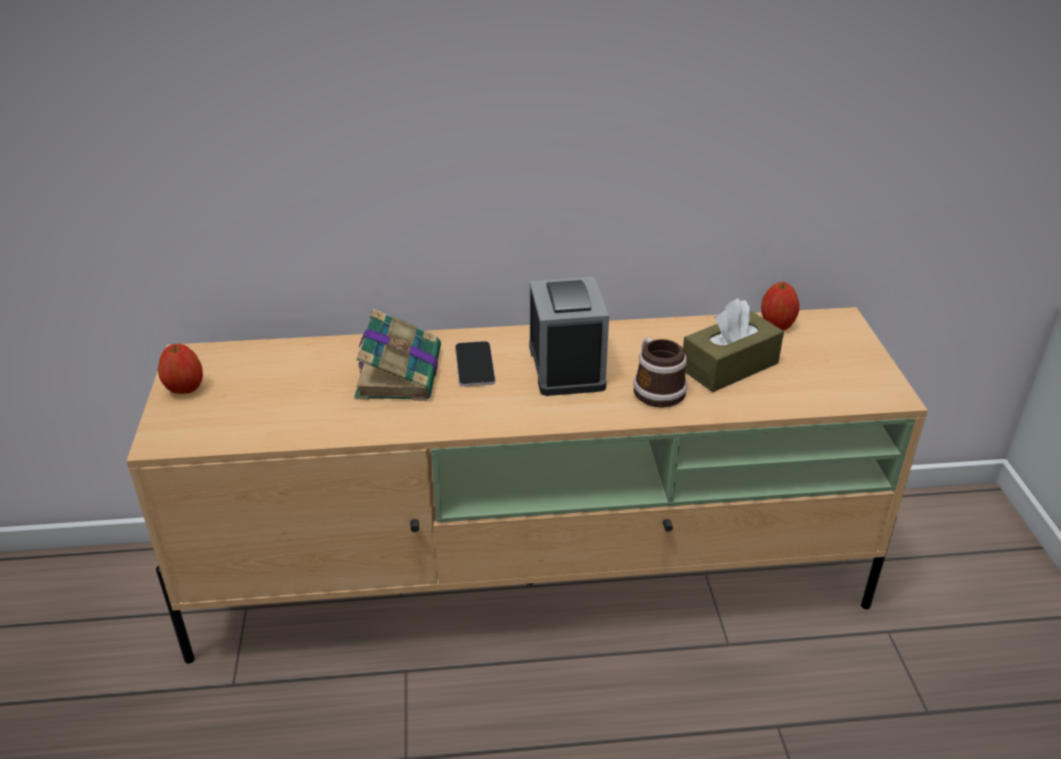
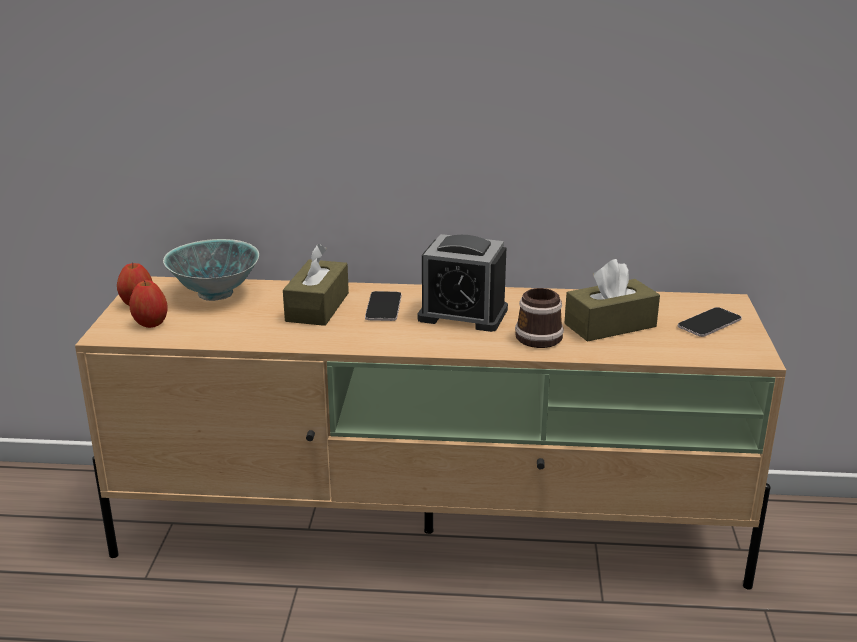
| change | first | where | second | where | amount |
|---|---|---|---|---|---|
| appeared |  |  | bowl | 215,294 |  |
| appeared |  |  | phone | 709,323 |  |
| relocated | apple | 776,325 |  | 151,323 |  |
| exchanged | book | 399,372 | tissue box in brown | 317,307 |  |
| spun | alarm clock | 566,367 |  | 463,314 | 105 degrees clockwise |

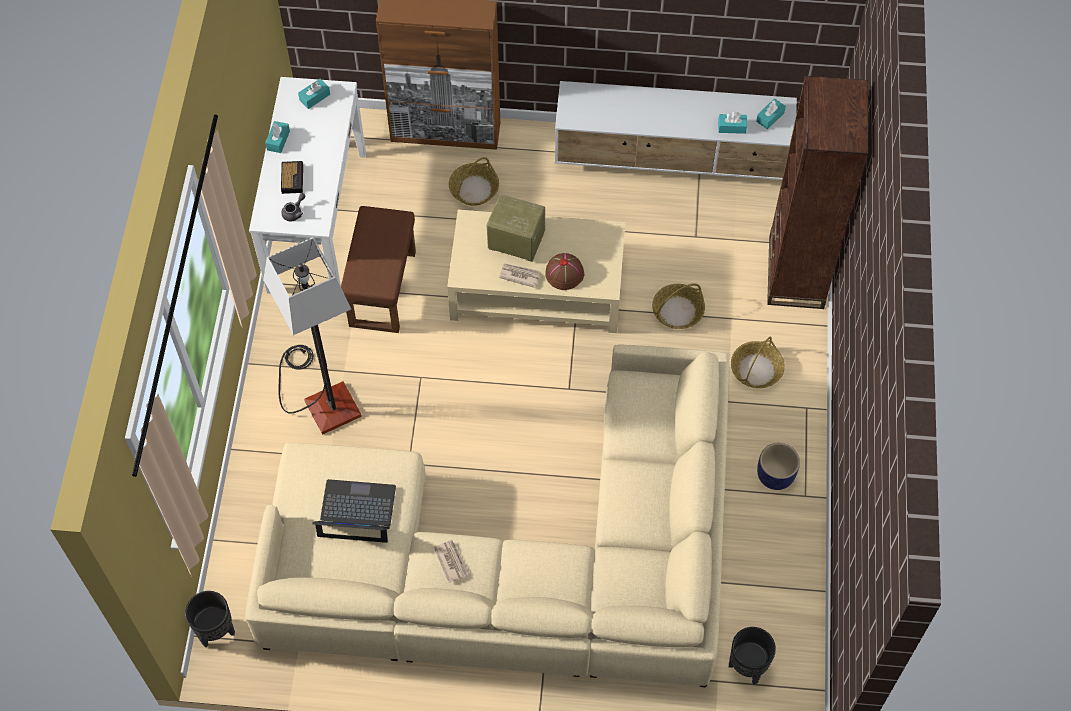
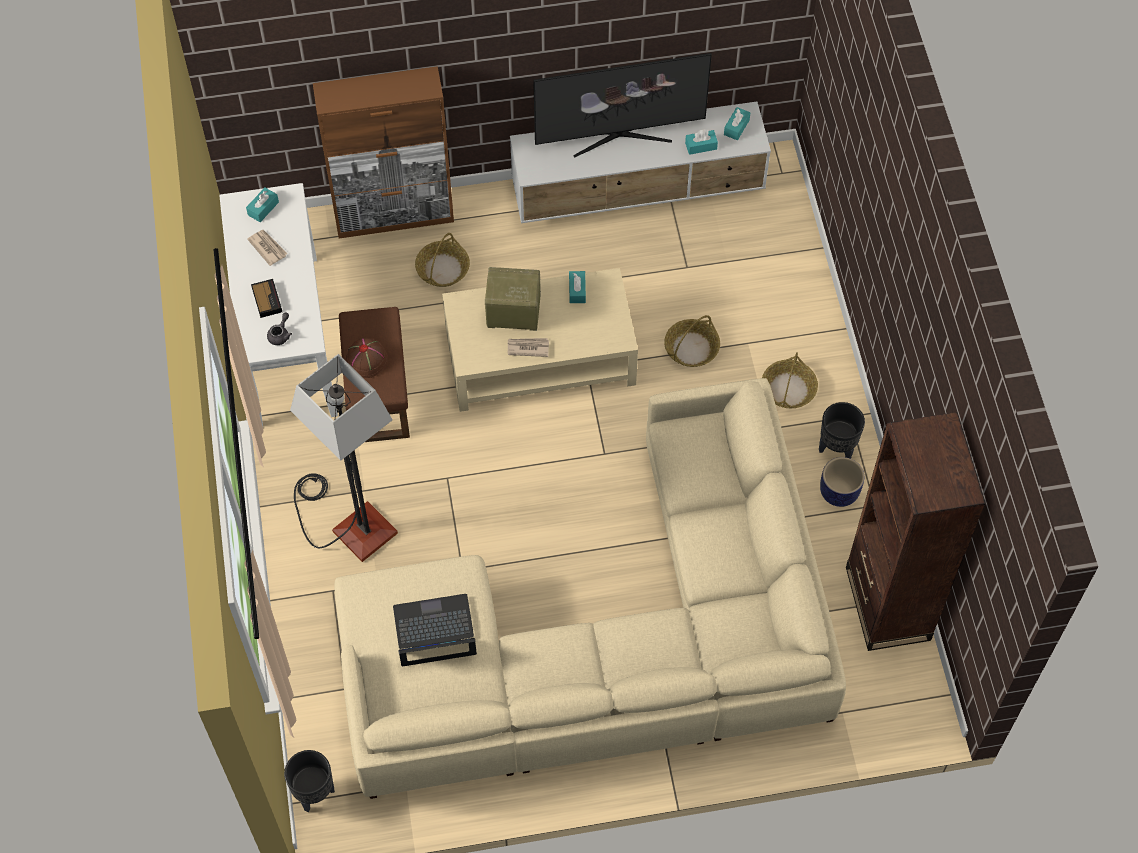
| change | first | where | second | where | amount |
|---|---|---|---|---|---|
| appeared |  |  | television | 619,136 |  |
| relocated | tissue box in turquoise | 278,140 |  | 577,290 |  |
| relocated | newspaper | 451,561 |  | 267,247 |  |
| relocated | hat in brown | 565,273 |  | 367,359 |  |
| relocated | planter in black | 747,668 |  | 837,449 |  |
| relocated | bookcase in brown | 795,272 |  | 887,603 |  |

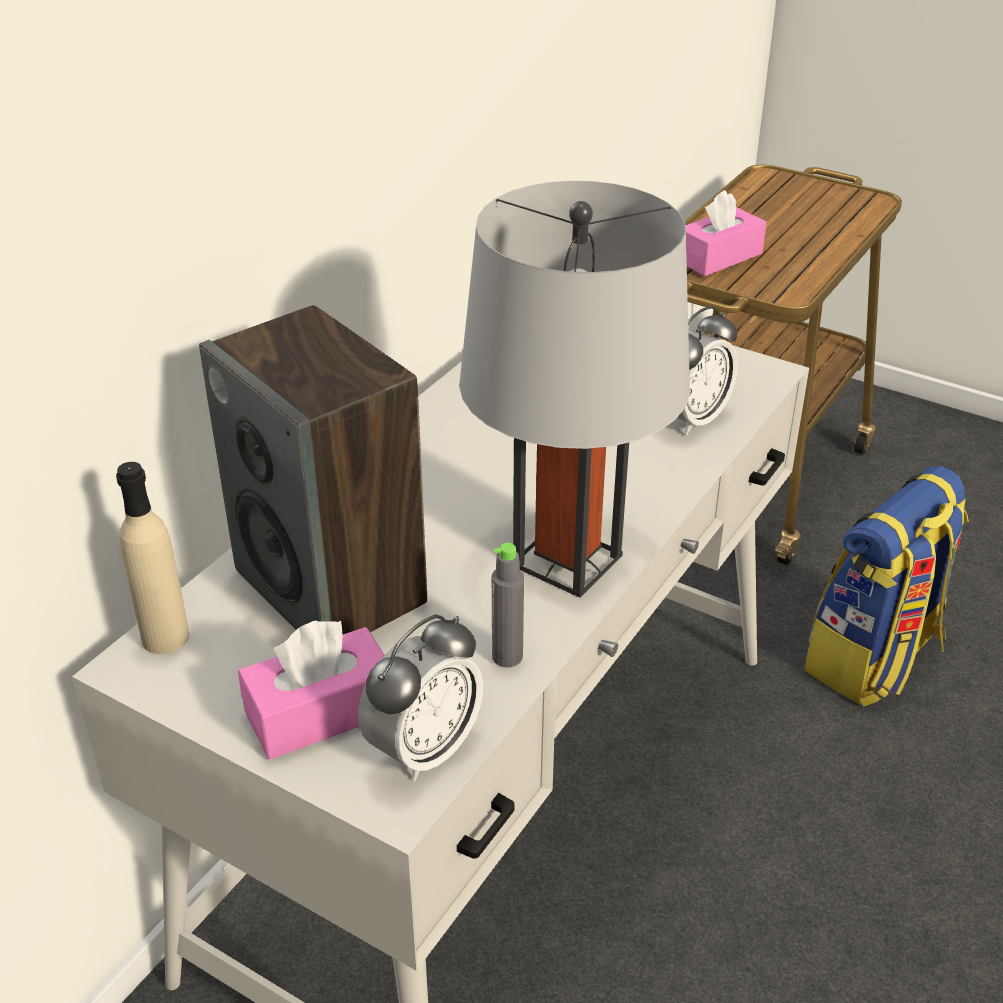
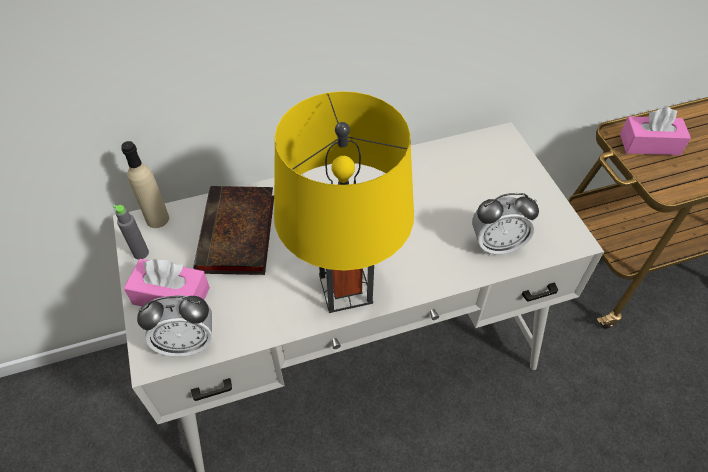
| change | first | where | second | where | amount |
|---|---|---|---|---|---|
| missing | backpack | 874,659 |  |  |  |
| relocated | bottle in grey | 507,656 |  | 141,253 |  |
| exchanged | speaker | 332,587 | book | 238,236 |  |
| colour | table lamp in grey | 567,560 | table lamp in yellow | 345,289 |  |

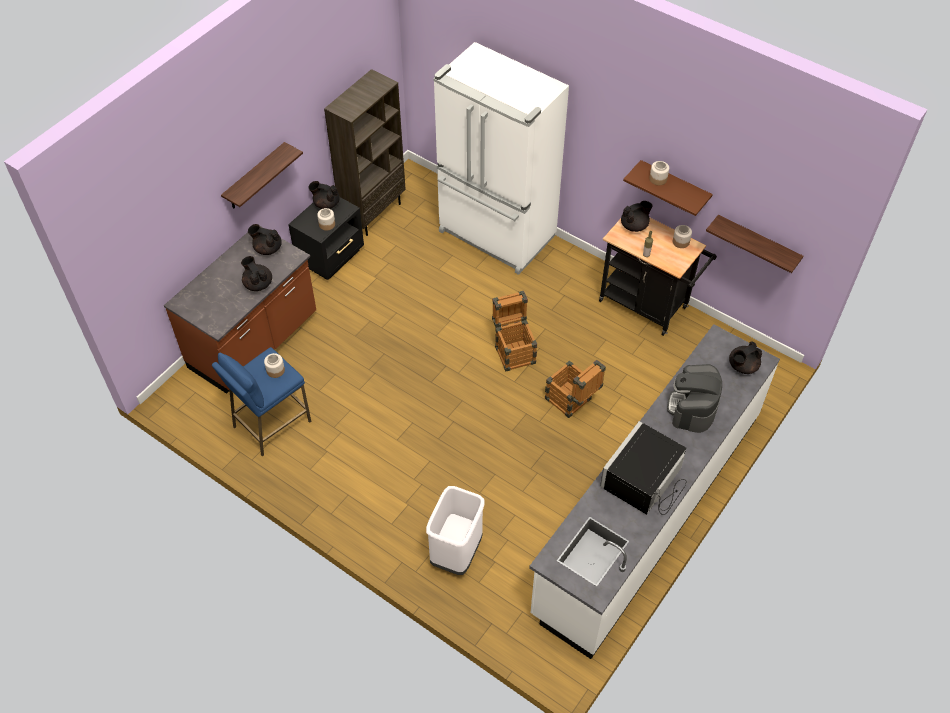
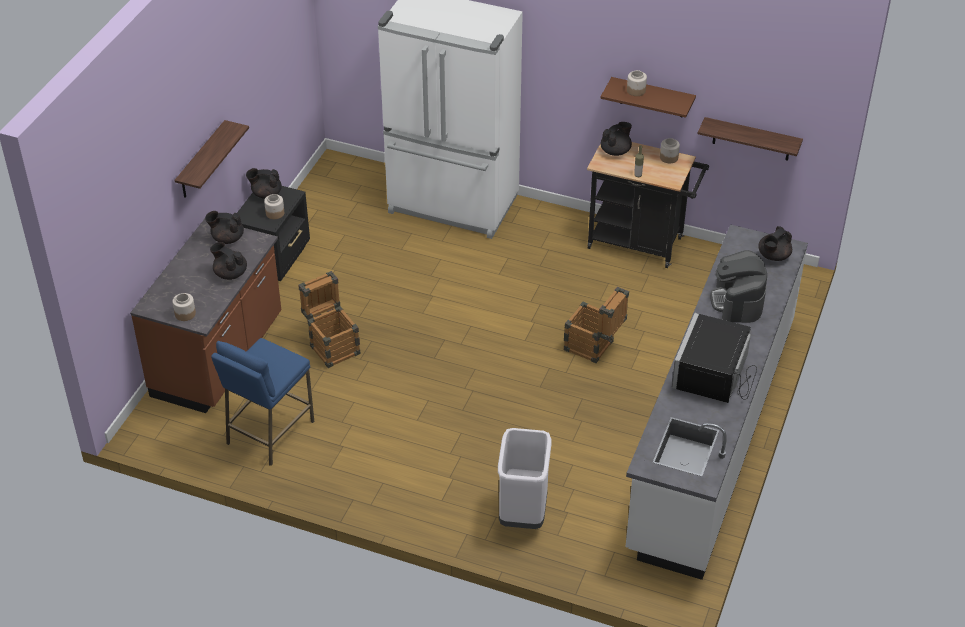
| change | first | where | second | where | amount |
|---|---|---|---|---|---|
| missing | bookcase in brown | 373,213 |  |  |  |
| relocated | jar | 275,370 |  | 185,314 |  |
| relocated | crate | 513,350 |  | 332,346 |  |

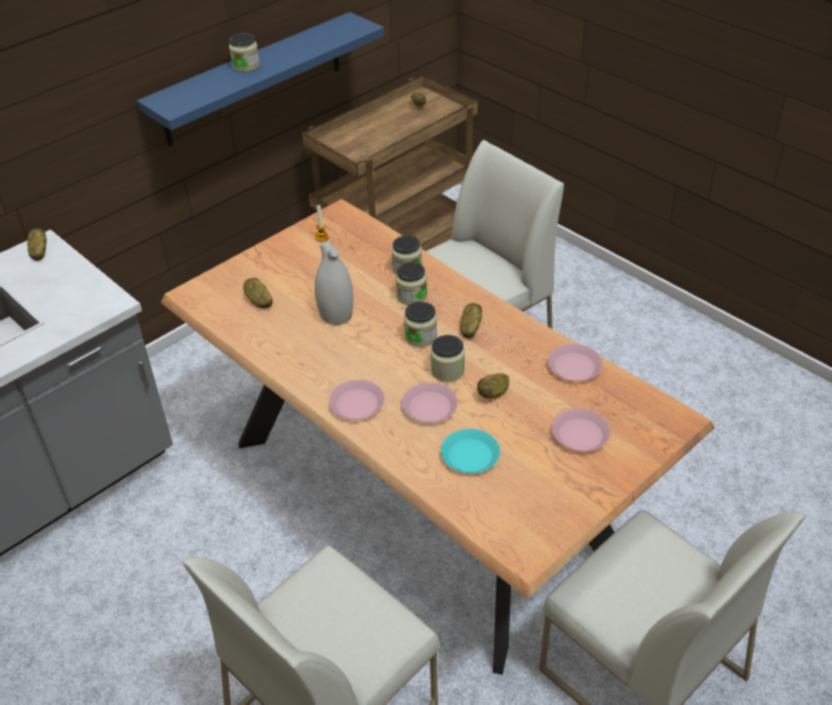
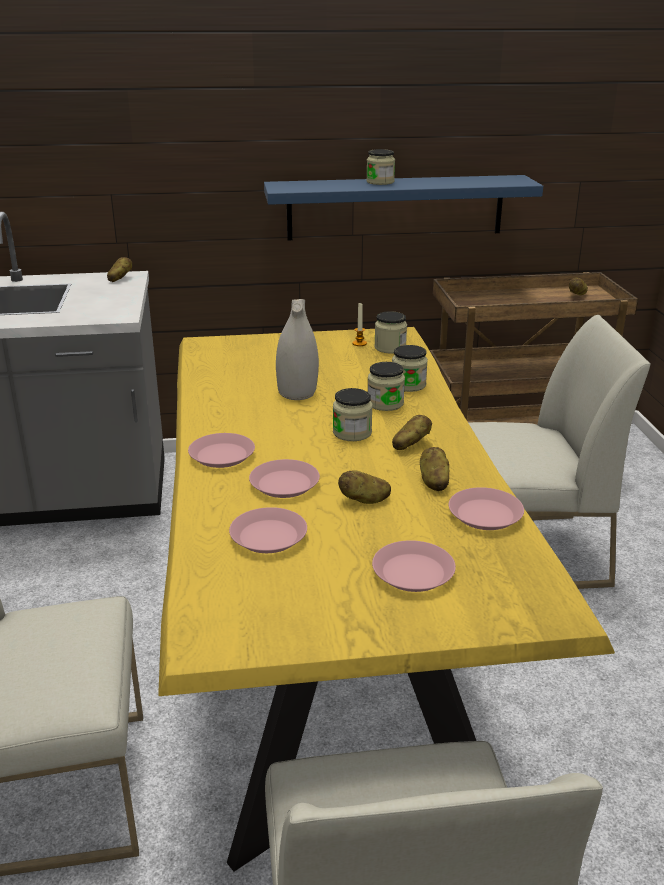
| change | first | where | second | where | amount |
|---|---|---|---|---|---|
| relocated | potato | 258,301 |  | 433,481 |  |
| relocated | jar | 447,371 |  | 390,348 |  |
| colour | dining table in brown | 420,496 | dining table in yellow | 331,653 |  |
| colour | plate in turquoise | 470,455 | plate in pink | 268,536 |  |

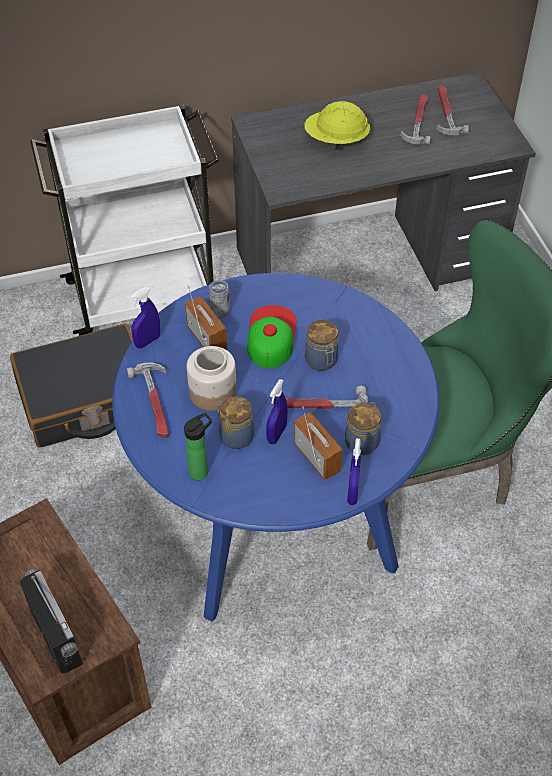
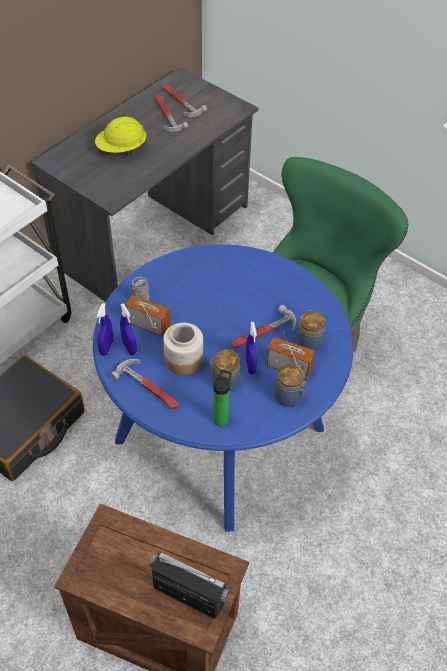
| change | first | where | second | where | amount |
|---|---|---|---|---|---|
| missing | cap | 271,336 |  |  |  |
| relocated | jar | 321,361 |  | 289,397 |  |
| relocated | spray bottle in blue | 352,493 |  | 129,347 |  |

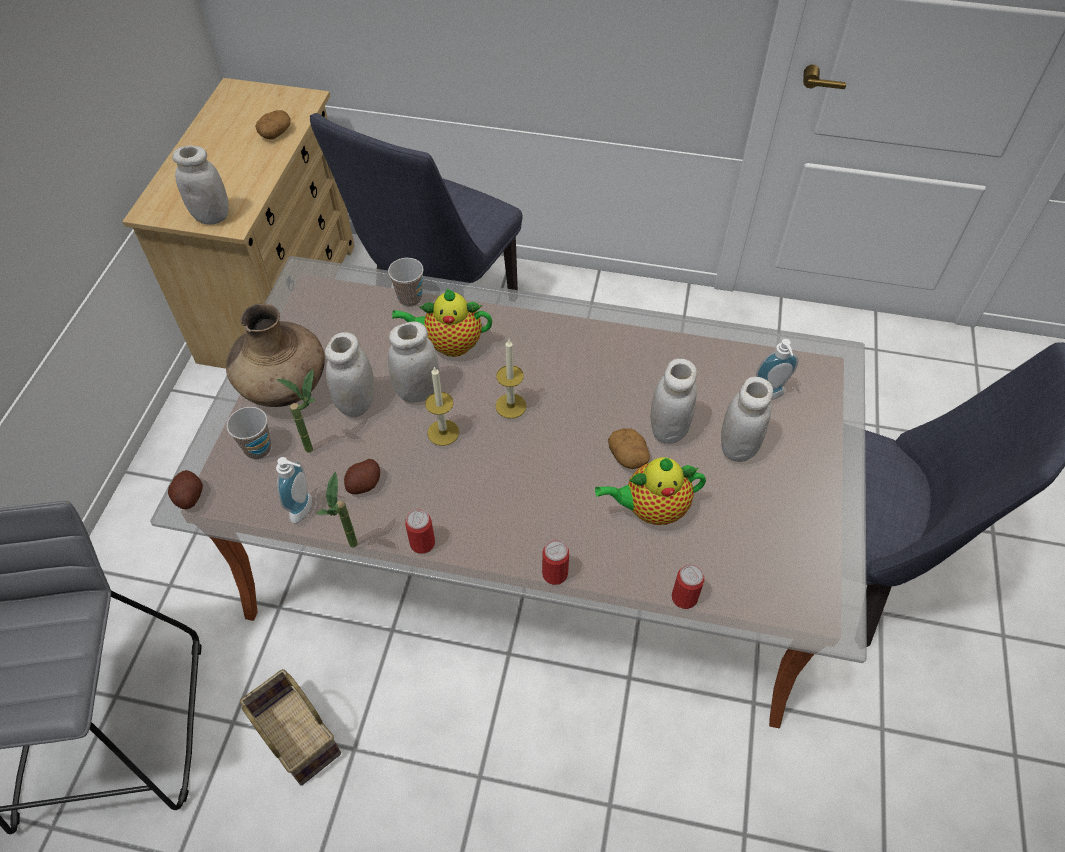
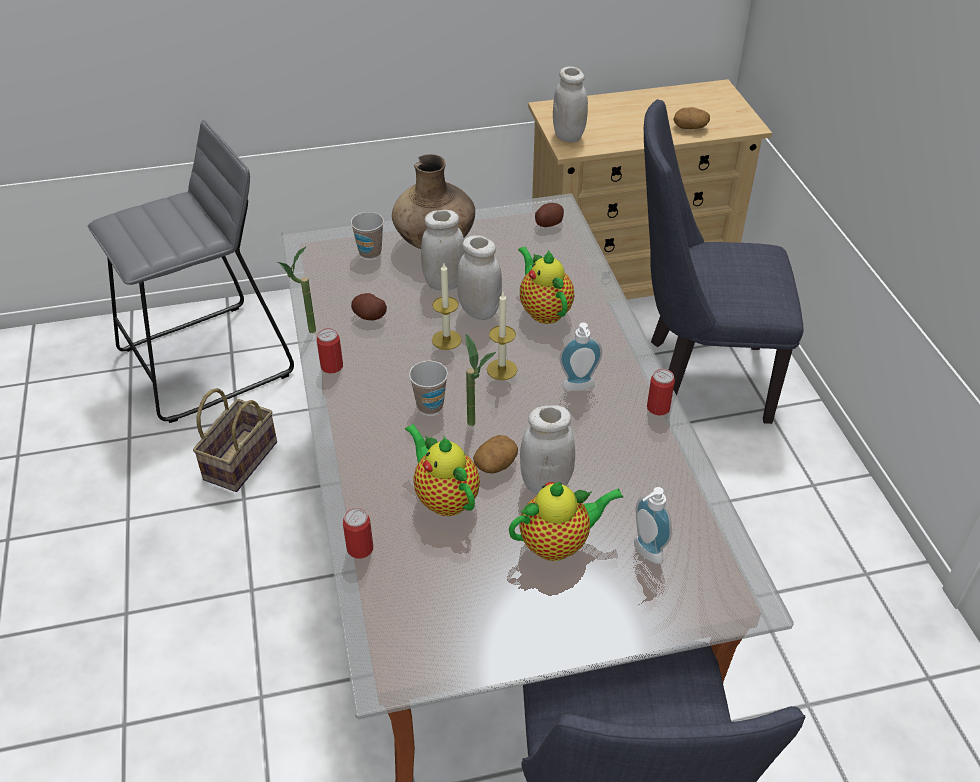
| change | first | where | second | where | amount |
|---|---|---|---|---|---|
| relocated | potato | 189,496 |  | 548,223 |  |
| relocated | soap dispenser | 305,509 |  | 579,388 |  |
| relocated | potted plant | 317,446 |  | 477,427 |  |
| relocated | cup | 410,298 |  | 430,405 |  |
| relocated | can | 555,573 |  | 658,408 |  |
| exchanged | jar in white | 738,447 | teapot | 558,543 |  |

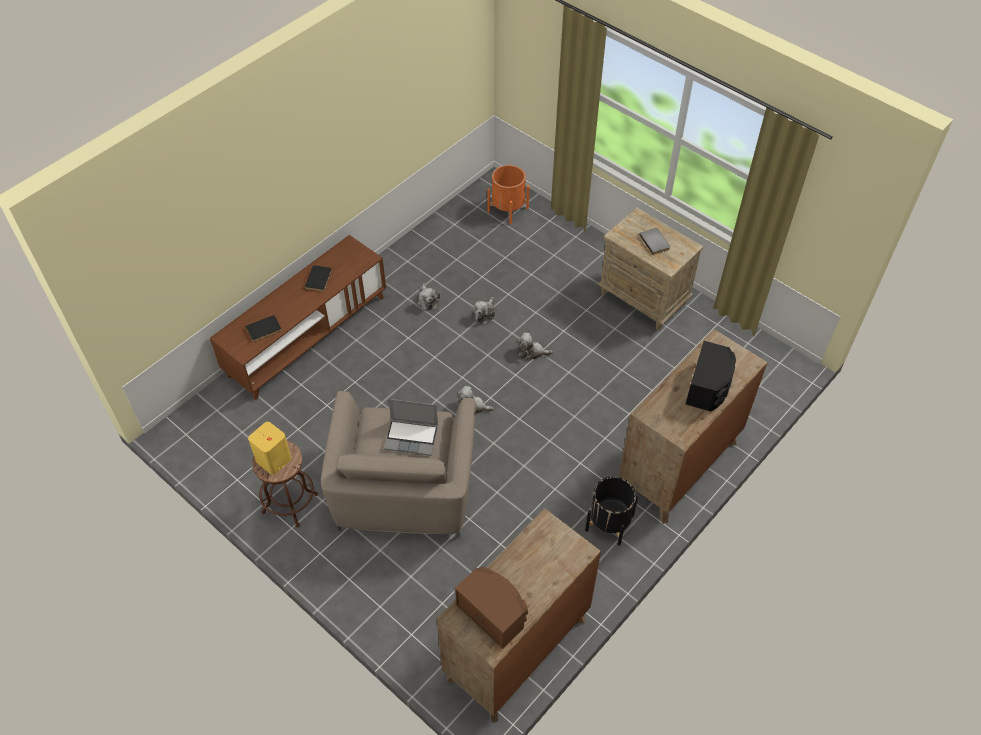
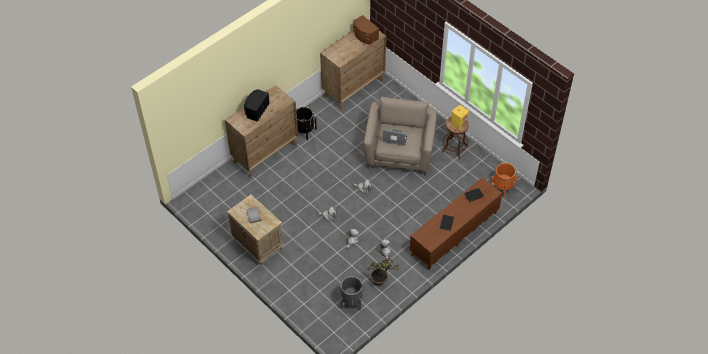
| change | first | where | second | where | amount |
|---|---|---|---|---|---|
| appeared |  |  | planter in grey | 351,301 |  |
| appeared |  |  | potted plant | 382,283 |  |
| relocated | planter in orange | 508,209 |  | 502,187 |  |

